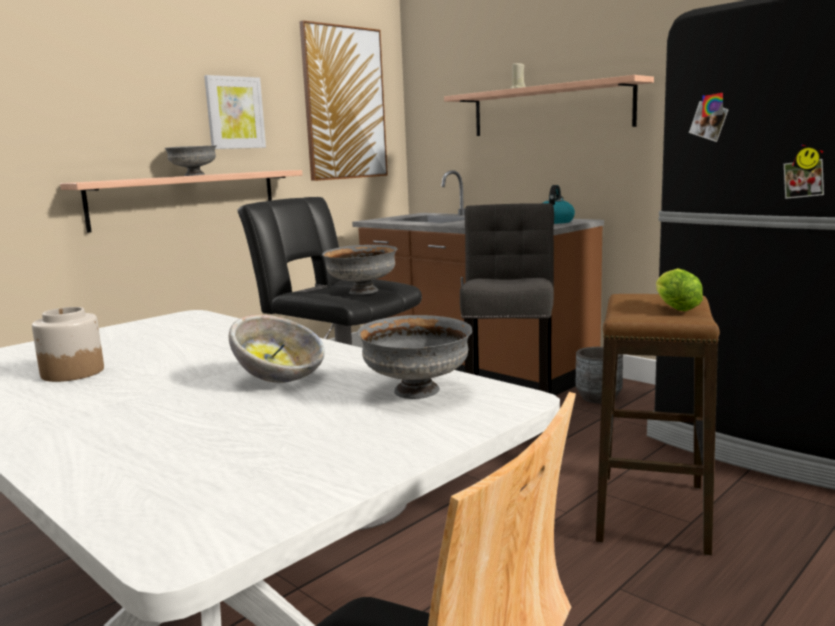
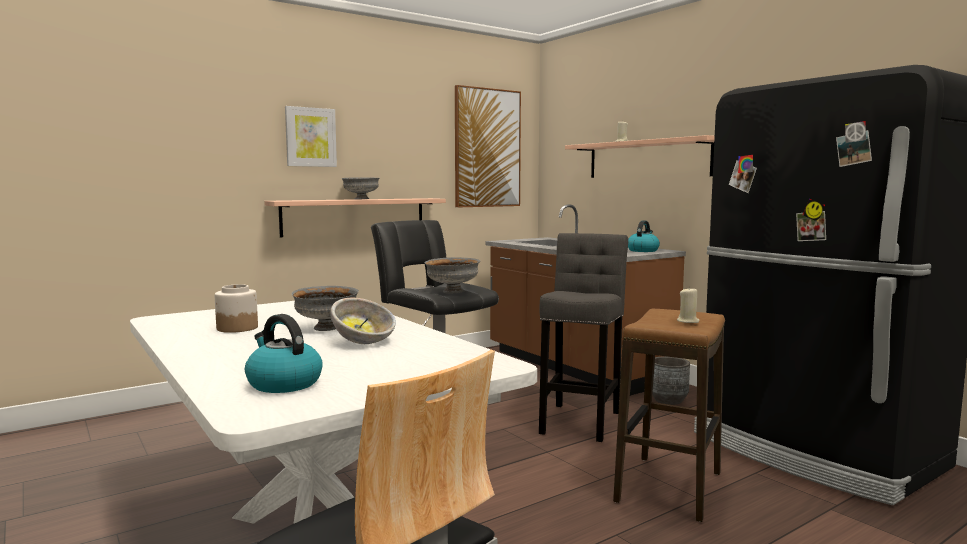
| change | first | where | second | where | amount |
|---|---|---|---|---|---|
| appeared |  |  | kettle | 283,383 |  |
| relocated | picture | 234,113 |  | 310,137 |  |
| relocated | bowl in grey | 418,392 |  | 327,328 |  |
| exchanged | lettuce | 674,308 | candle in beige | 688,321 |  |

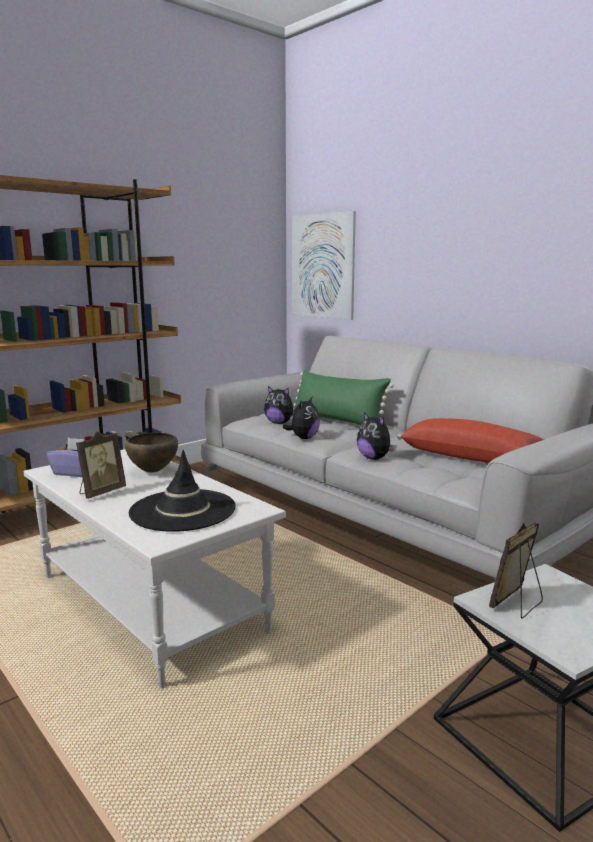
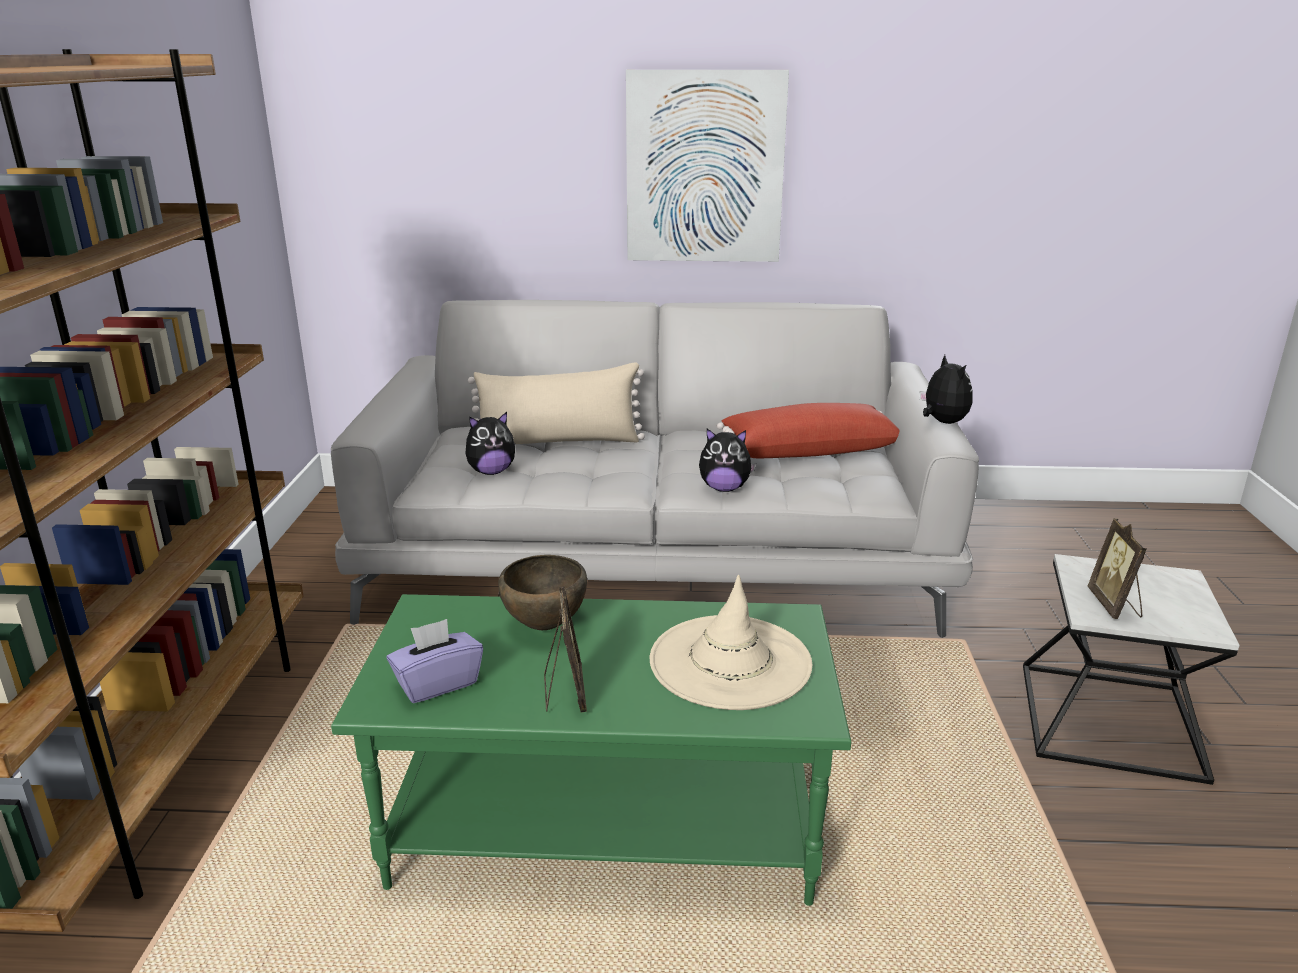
| change | first | where | second | where | amount |
|---|---|---|---|---|---|
| relocated | plush toy | 303,438 |  | 942,422 |  |
| relocated | picture | 322,266 |  | 704,168 |  |
| colour | coffee table in white | 152,603 | coffee table in green | 606,822 |  |
| colour | hat in black | 183,510 | hat in beige | 730,662 |  |
| colour | pillow in green | 337,420 | pillow in beige | 559,442 |  |

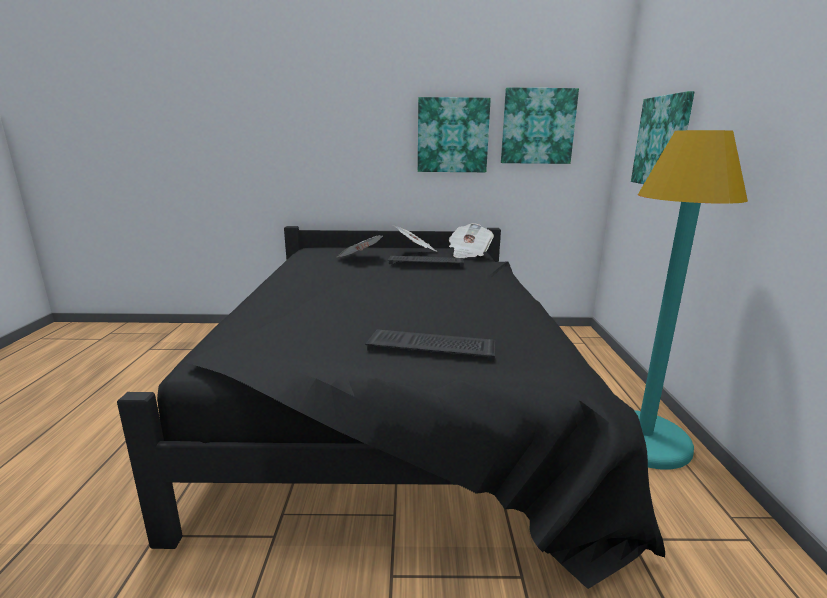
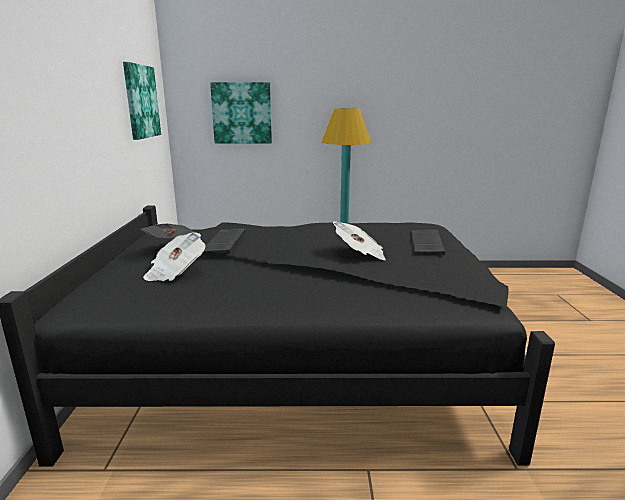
| change | first | where | second | where | amount |
|---|---|---|---|---|---|
| missing | picture | 452,135 |  |  |  |
| relocated | newspaper | 468,253 |  | 360,254 |  |

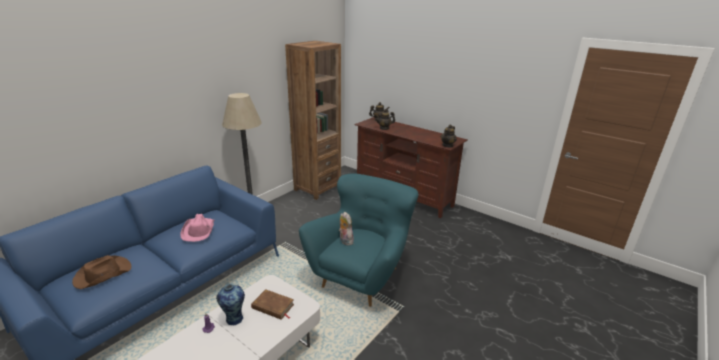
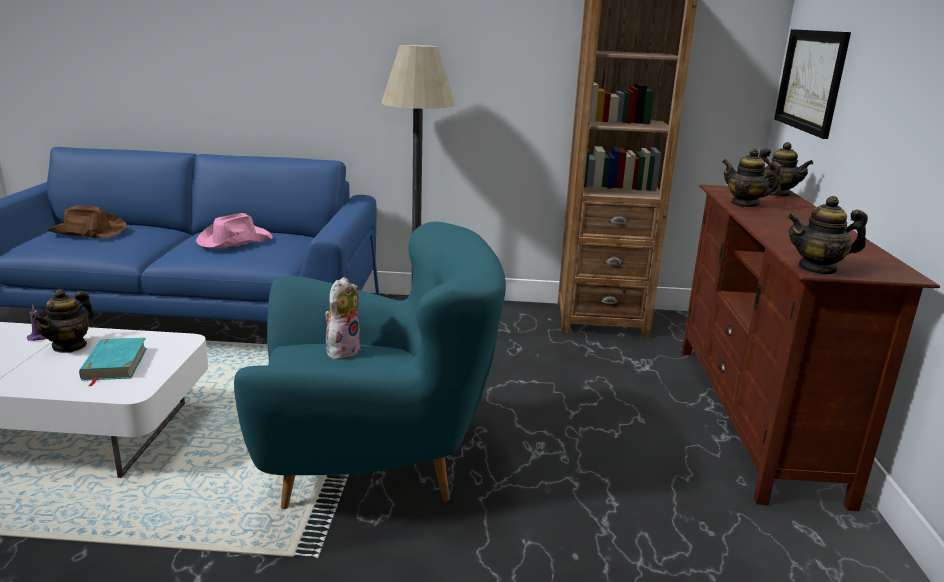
| change | first | where | second | where | amount |
|---|---|---|---|---|---|
| appeared |  |  | picture | 811,80 |  |
| exchanged | vase | 234,318 | teapot | 70,346 |  |
| colour | book in brown | 273,306 | book in turquoise | 114,364 |  |

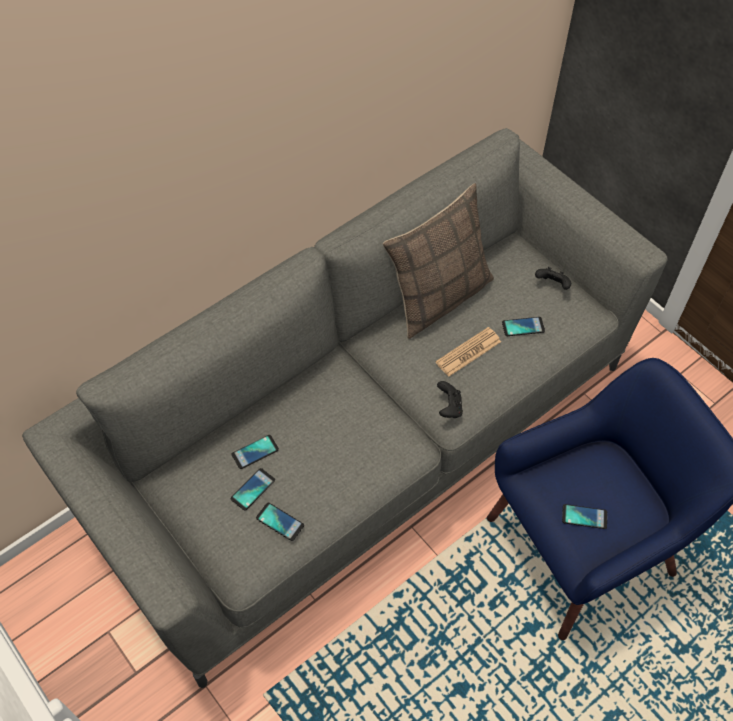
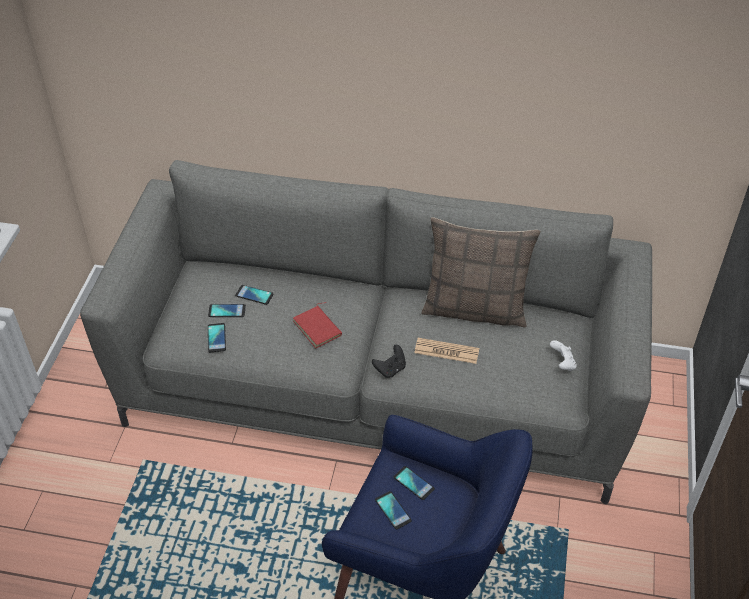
| change | first | where | second | where | amount |
|---|---|---|---|---|---|
| appeared |  |  | book in red | 319,328 |  |
| relocated | phone | 523,327 |  | 413,483 |  |
| colour | game controller in black | 552,285 | game controller in white | 562,363 |  |

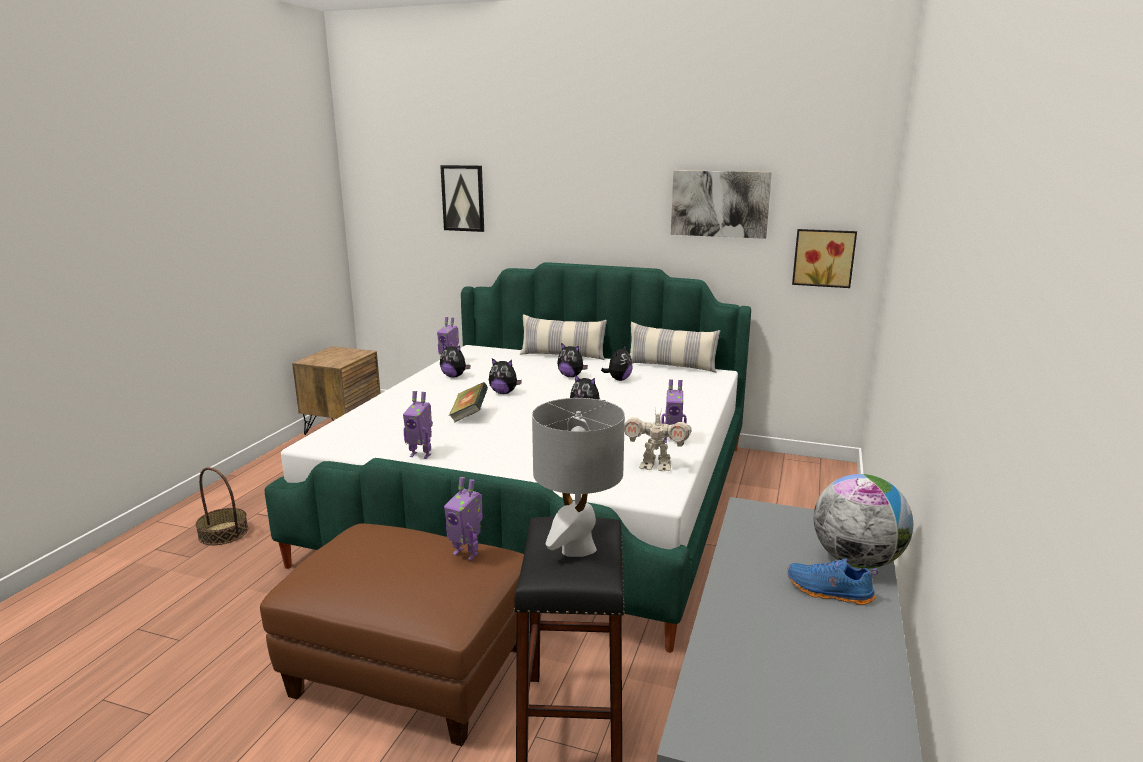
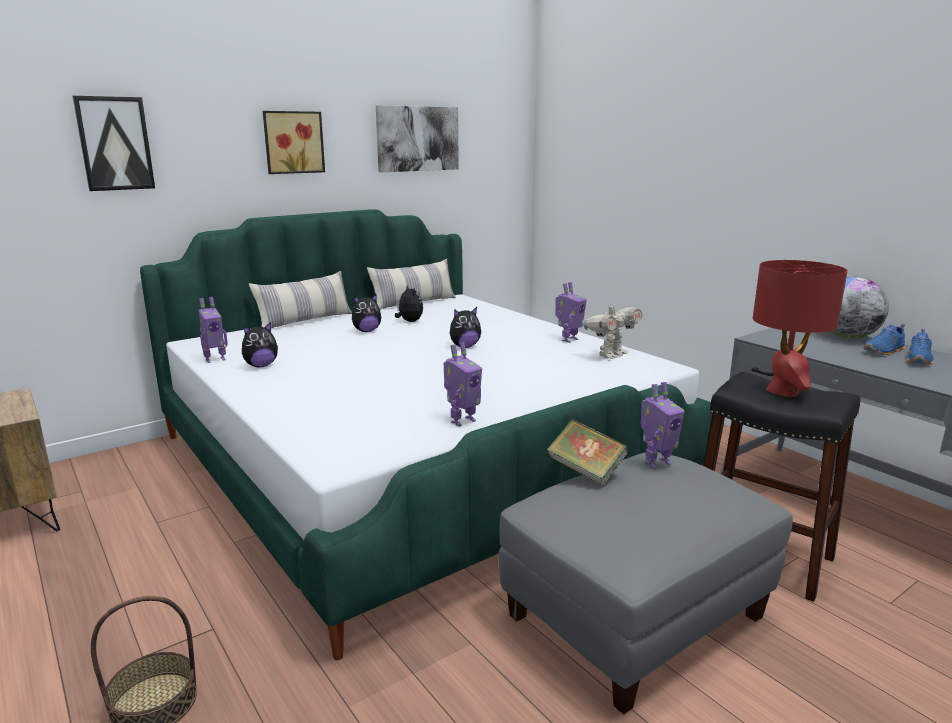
| change | first | where | second | where | amount |
|---|---|---|---|---|---|
| missing | plush toy | 504,392 |  |  |  |
| appeared |  |  | shoe in blue | 919,360 |  |
| relocated | book | 469,415 |  | 586,471 |  |
| relocated | picture | 823,257 |  | 293,142 |  |
| colour | ottoman in brown | 410,671 | ottoman in grey | 636,616 |  |
| colour | table lamp in grey | 577,548 | table lamp in red | 783,391 |  |

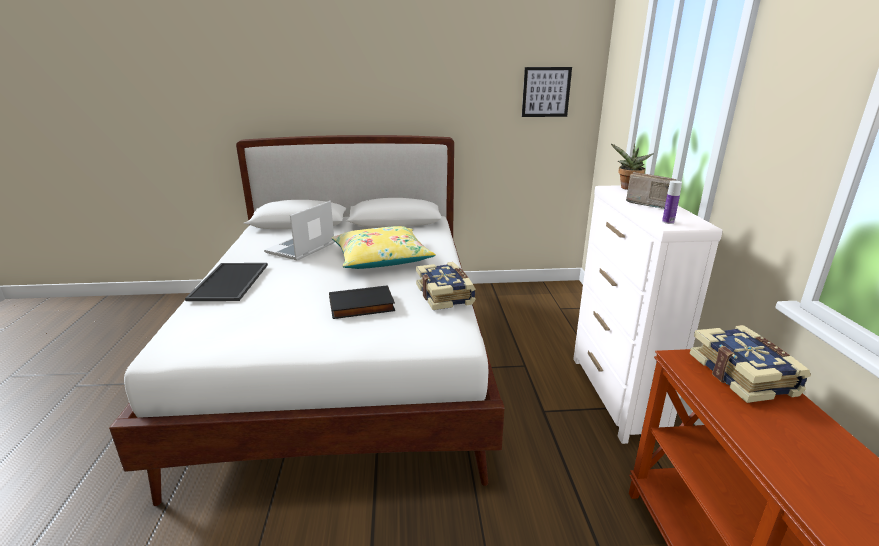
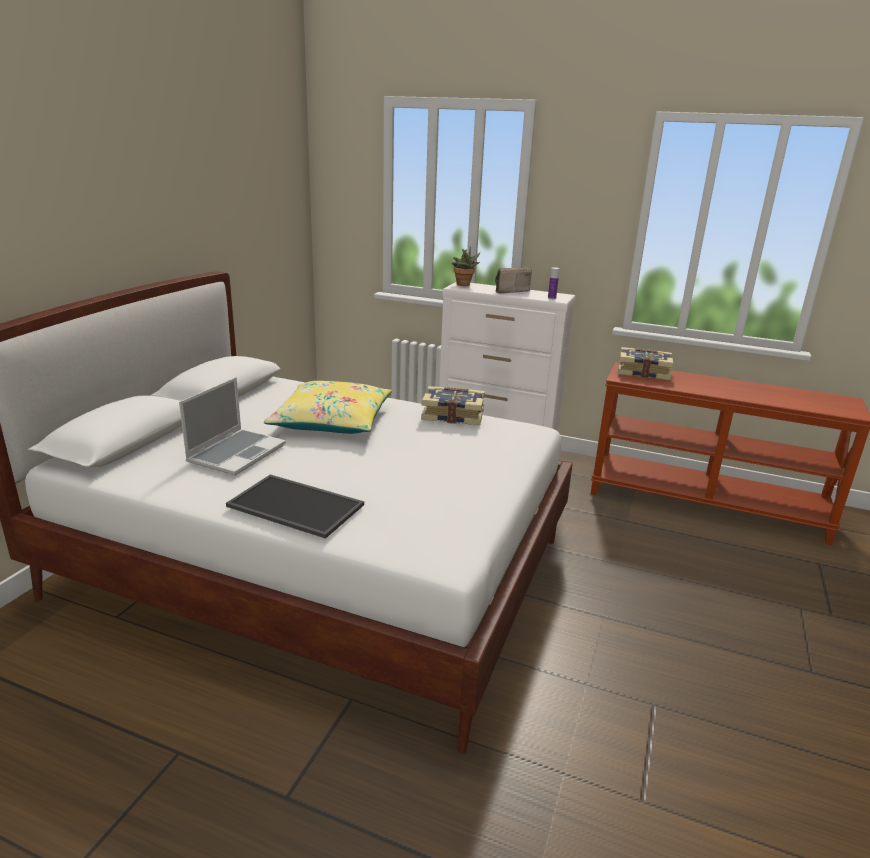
| change | first | where | second | where | amount |
|---|---|---|---|---|---|
| missing | book in black | 361,306 |  |  |  |
| missing | picture | 546,92 |  |  |  |
| spun | laptop | 301,249 |  | 237,453 | 120 degrees counterclockwise |

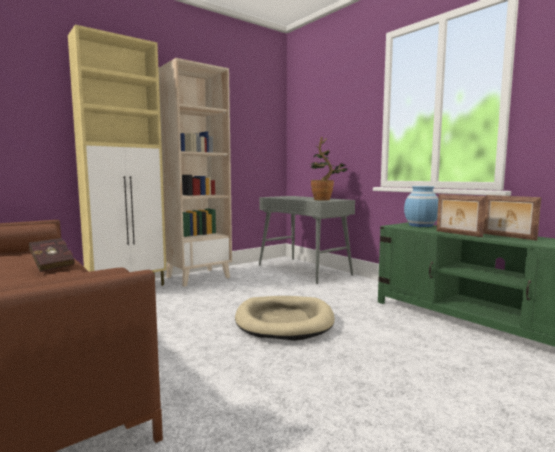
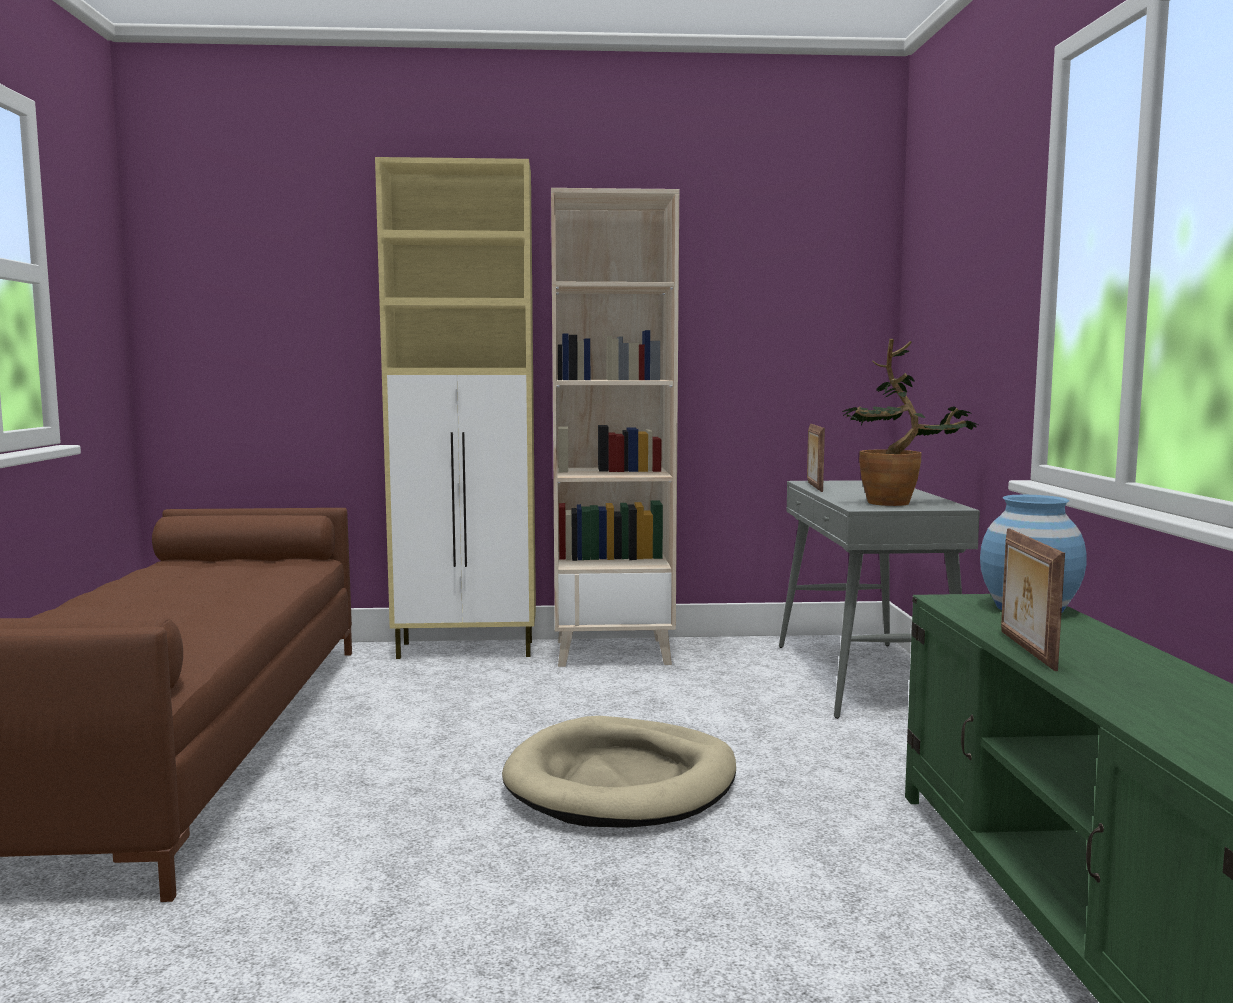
| change | first | where | second | where | amount |
|---|---|---|---|---|---|
| missing | book in red | 52,265 |  |  |  |
| relocated | picture frame | 508,236 |  | 814,487 |  |

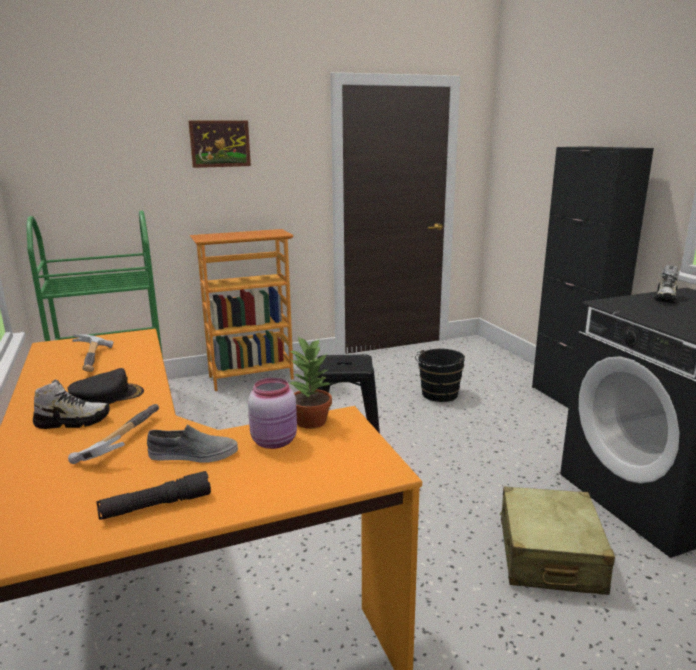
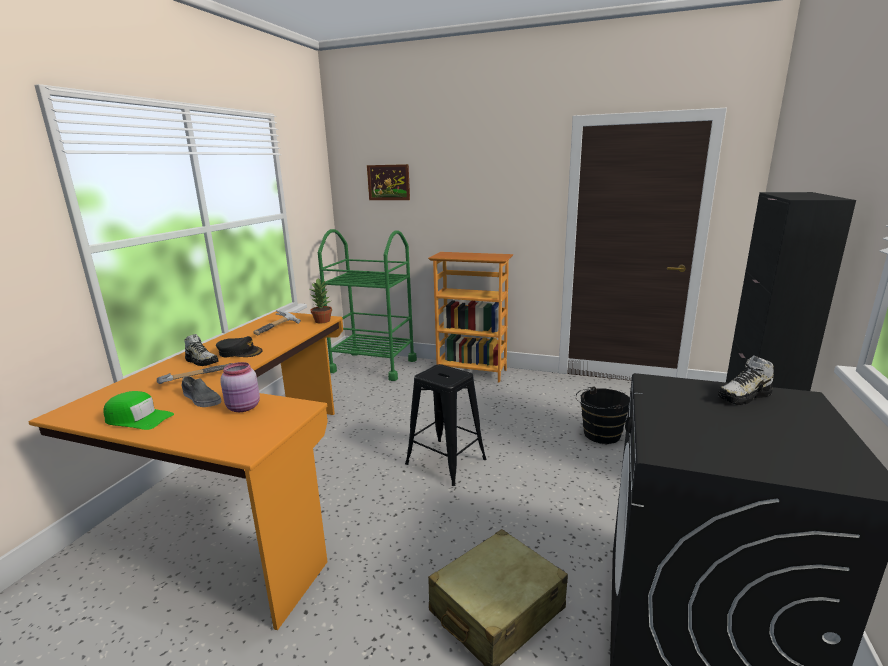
| change | first | where | second | where | amount |
|---|---|---|---|---|---|
| relocated | picture | 220,143 |  | 388,182 |  |
| relocated | potted plant | 311,421 |  | 323,321 |  |
| exchanged | flashlight in black | 156,506 | cap in green | 138,419 |  |

